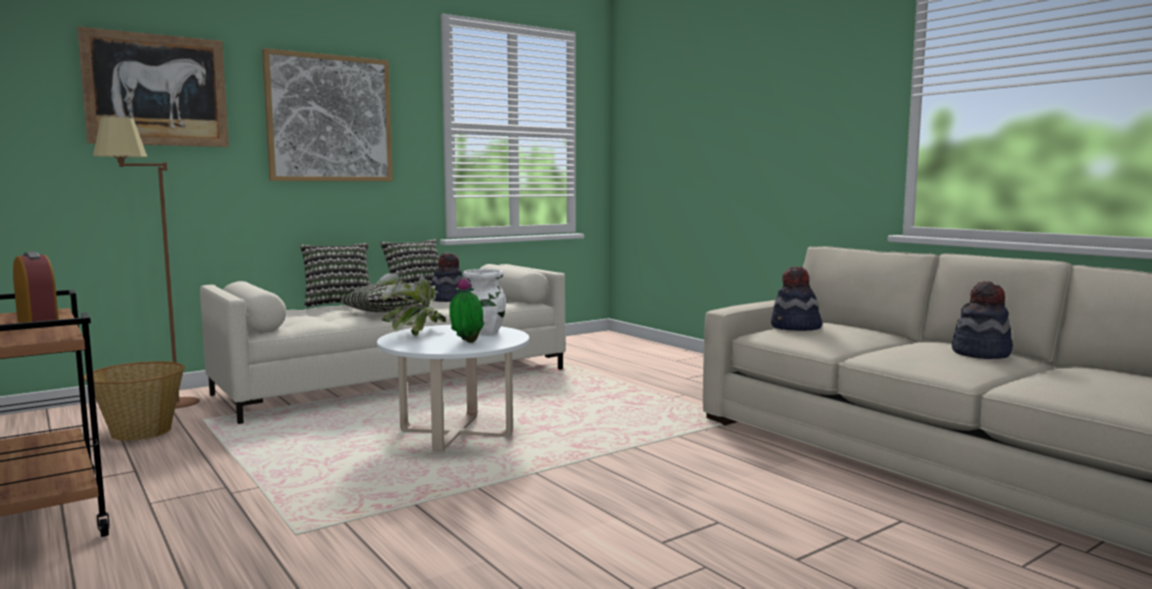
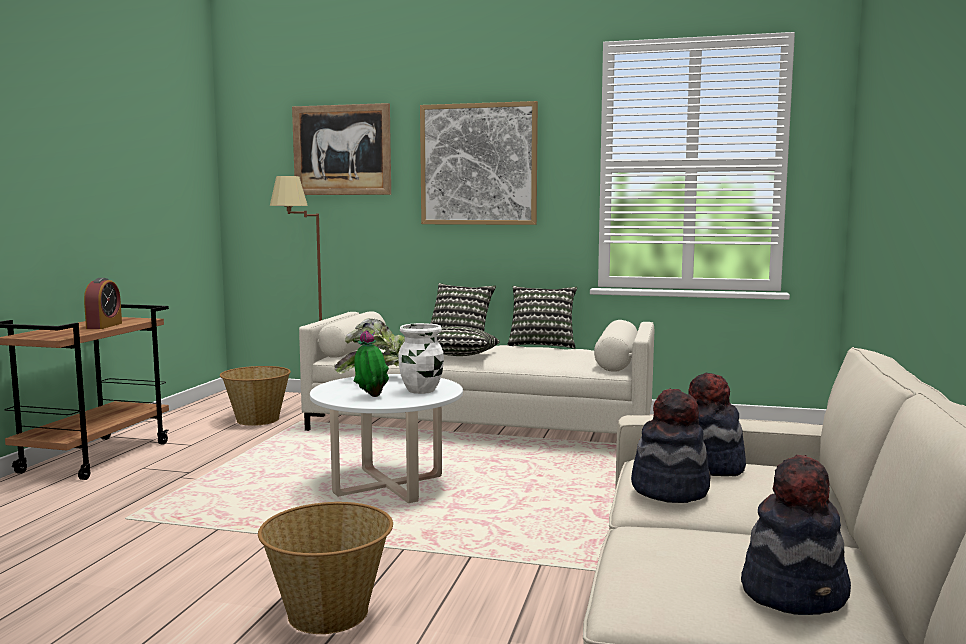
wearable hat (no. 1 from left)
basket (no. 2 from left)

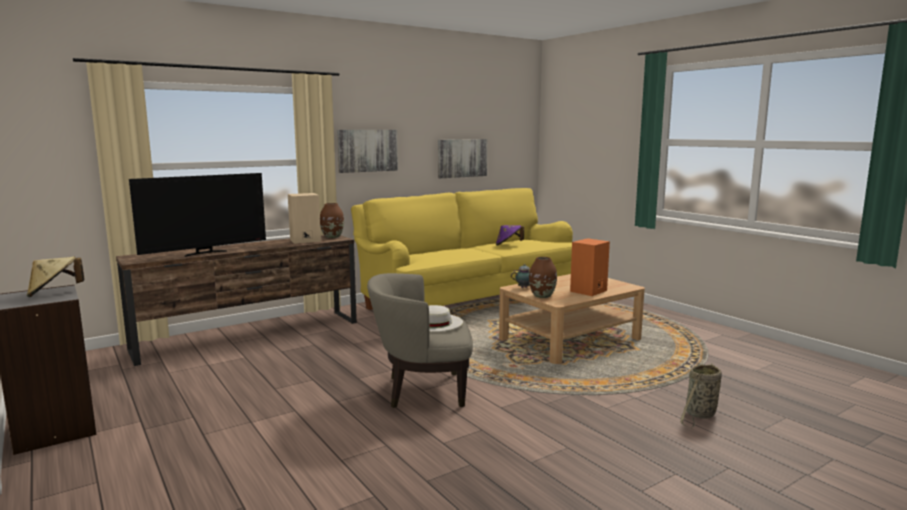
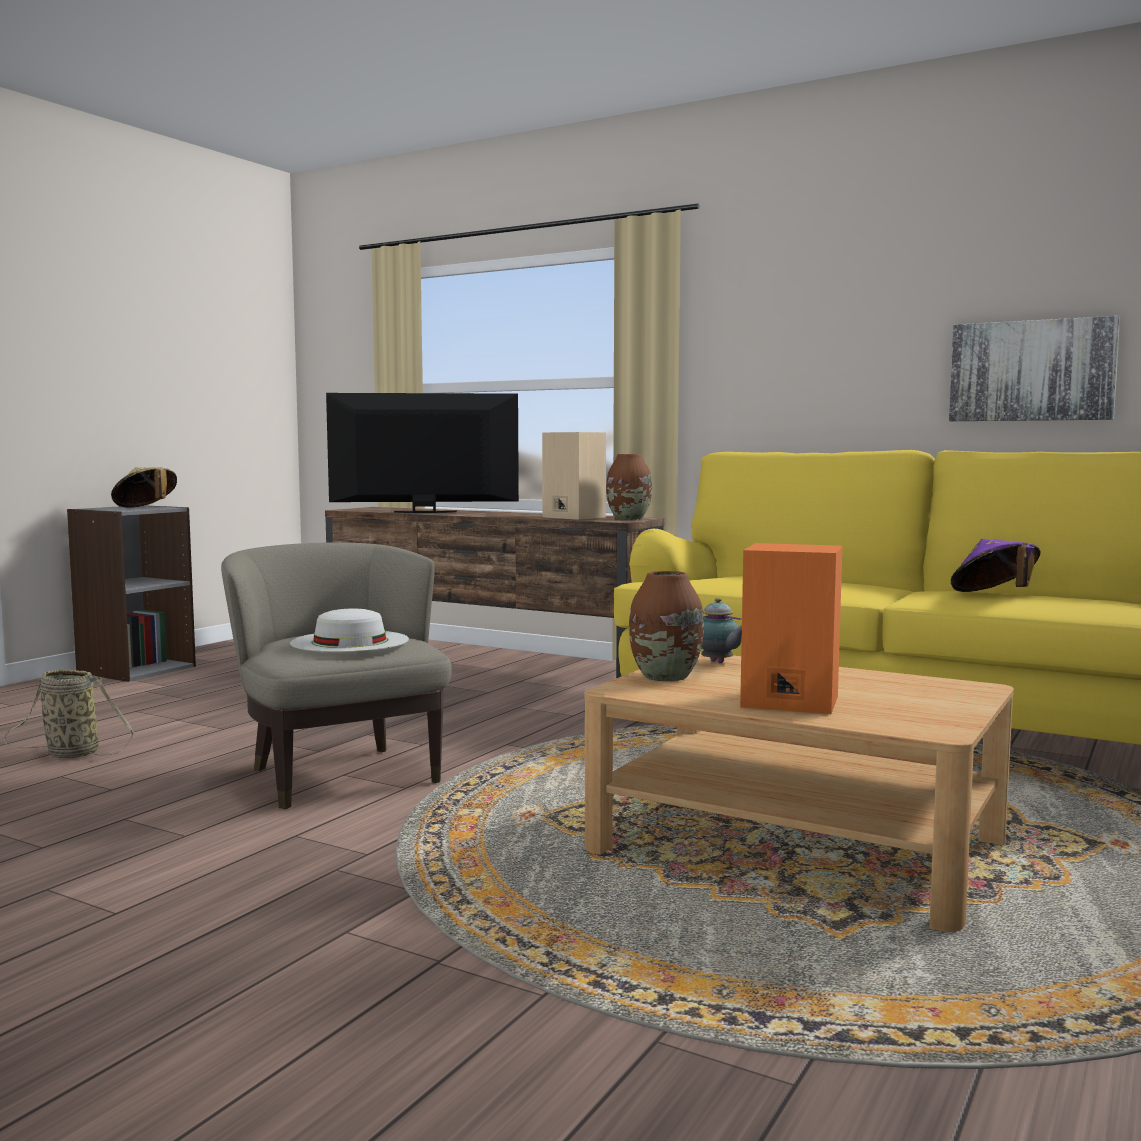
television
wall picture (no. 1 from left in the first image)
basket

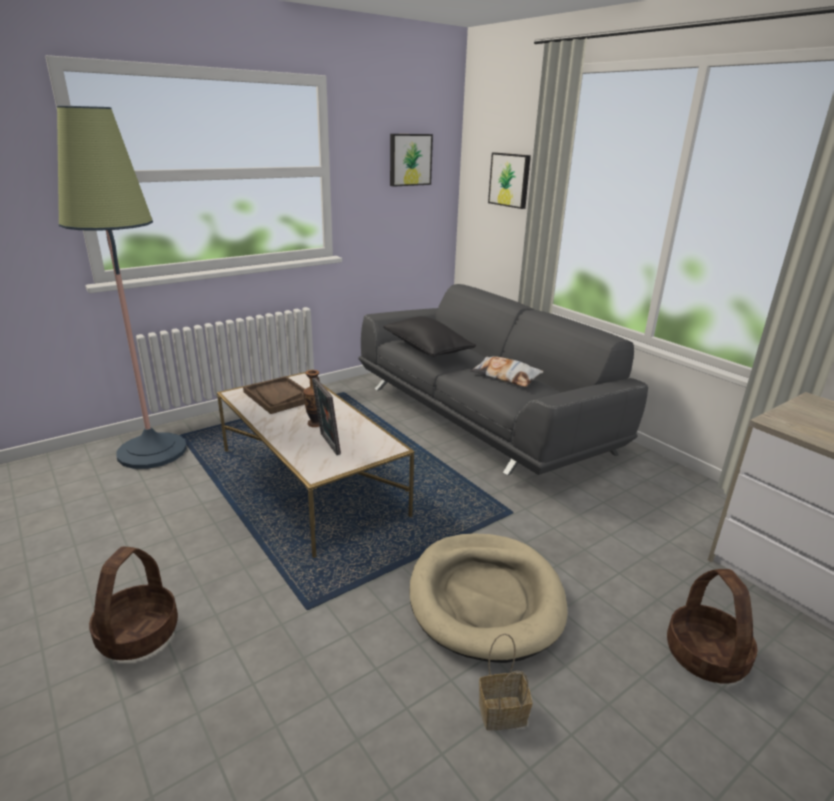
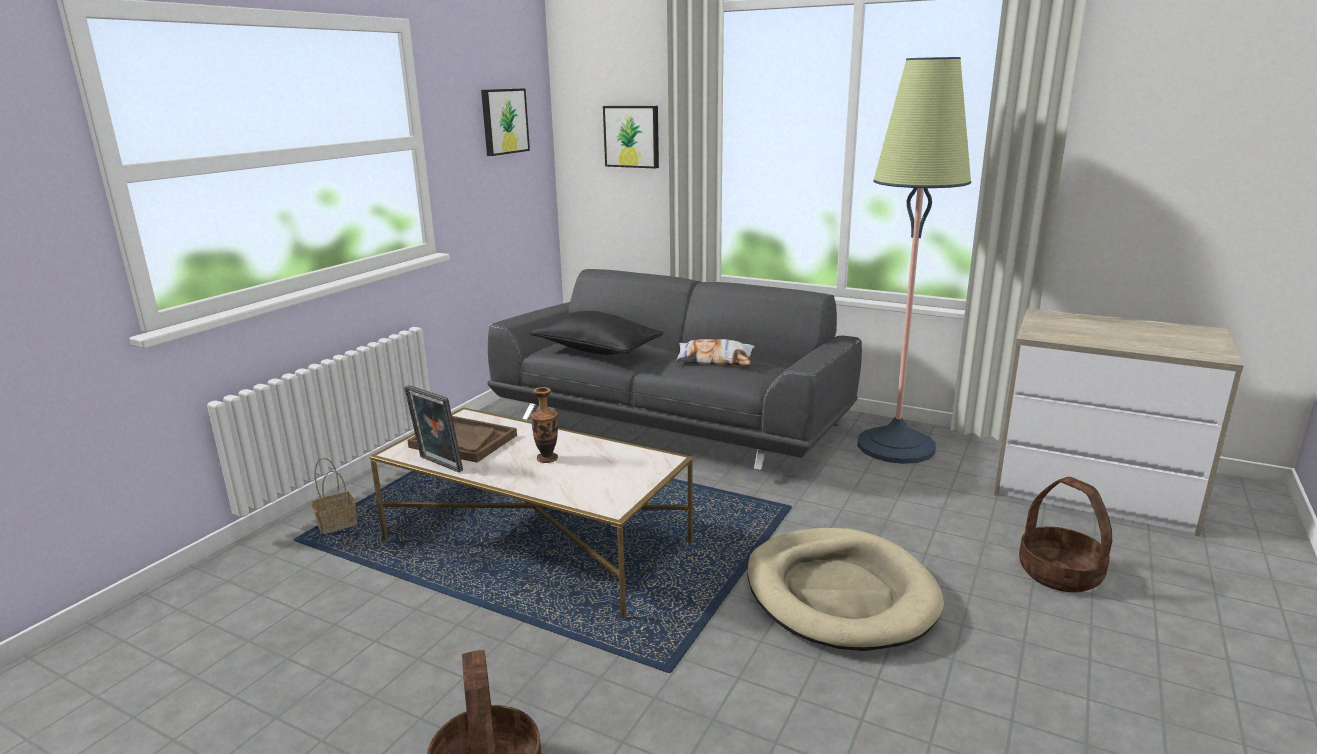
standard lamp
picture frame
basket (no. 1 from left)

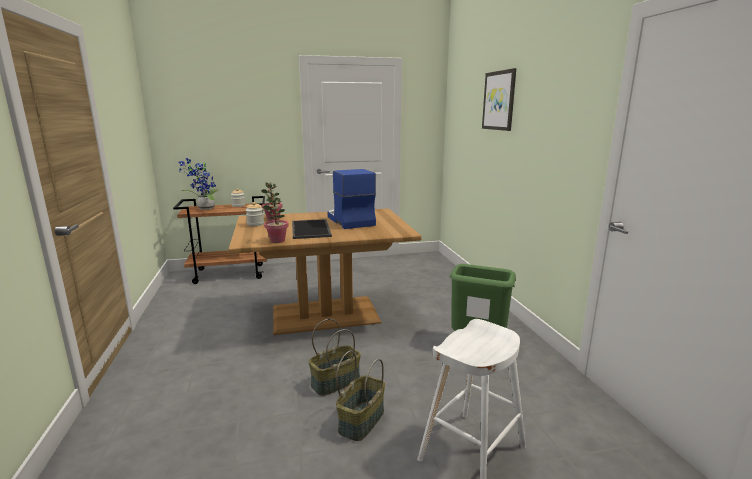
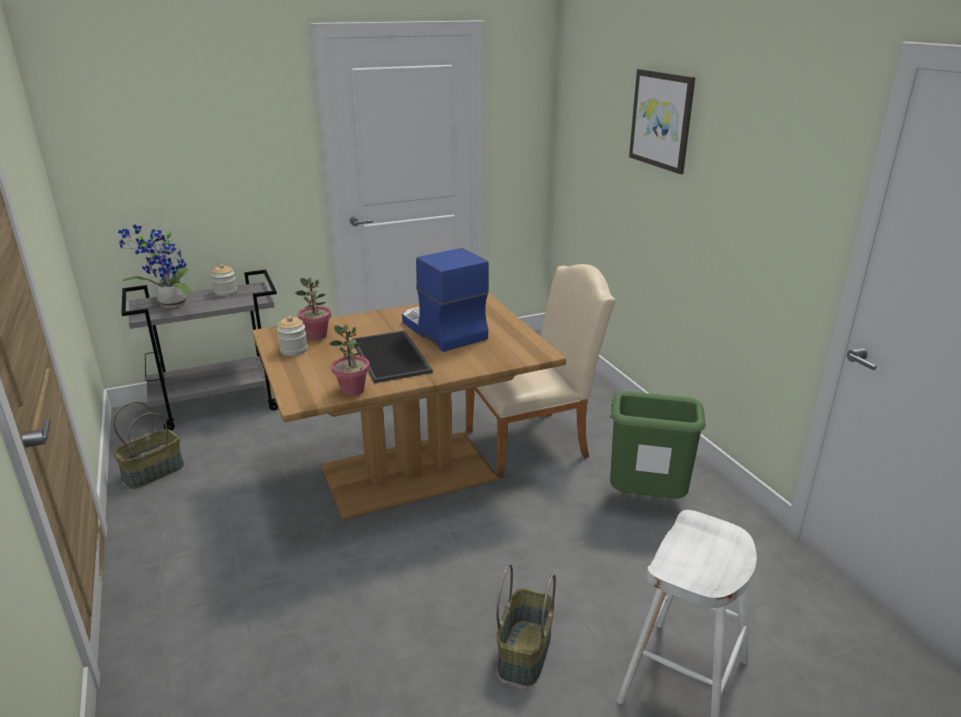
greyish cart
basket (no. 1 from left)
beige-coloured upright chair

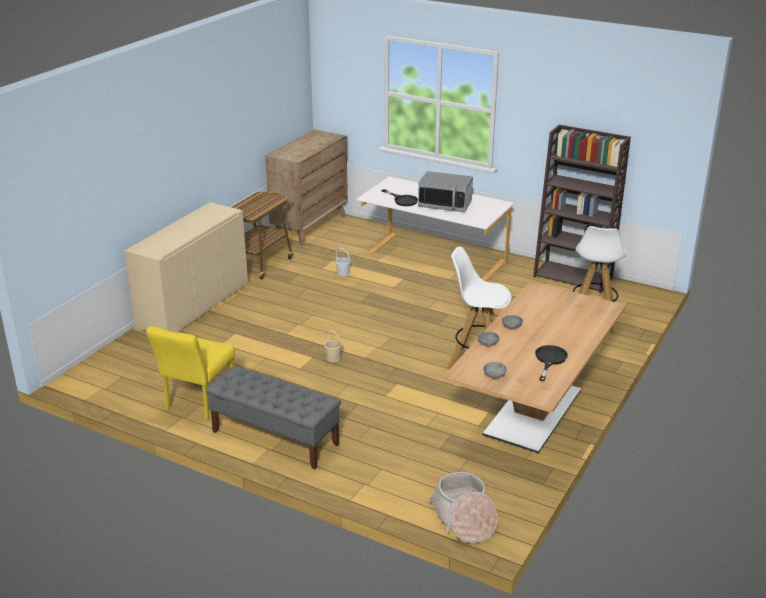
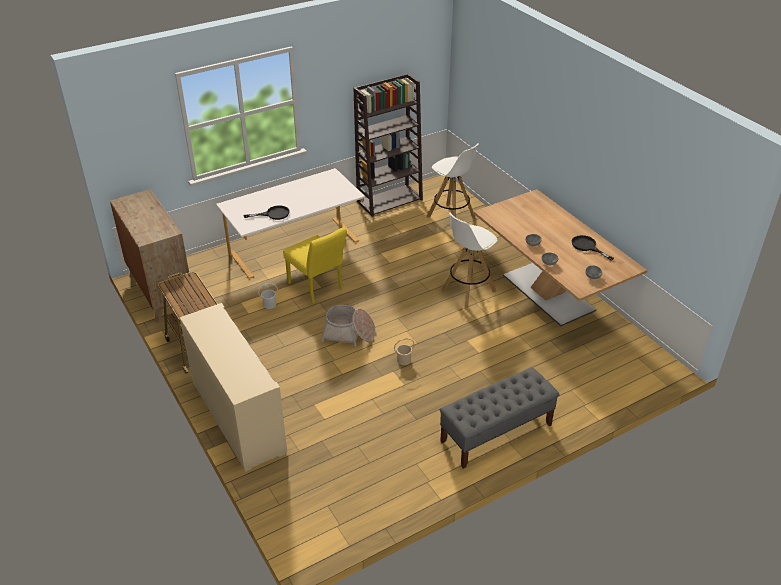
yellow-coloured upright chair
kitchen microwave
basket

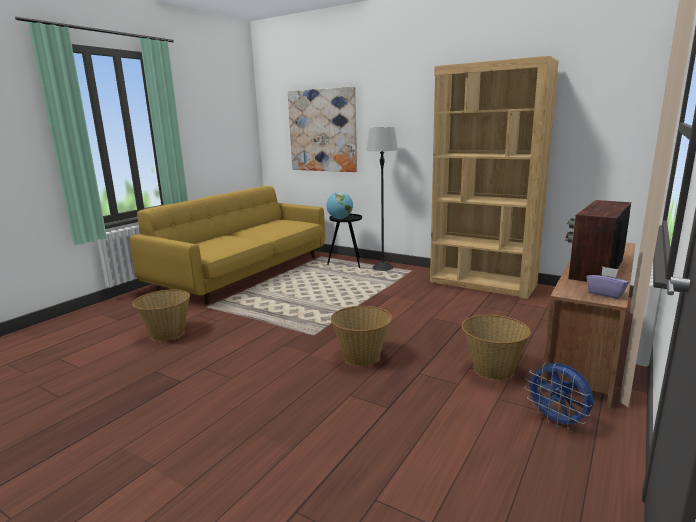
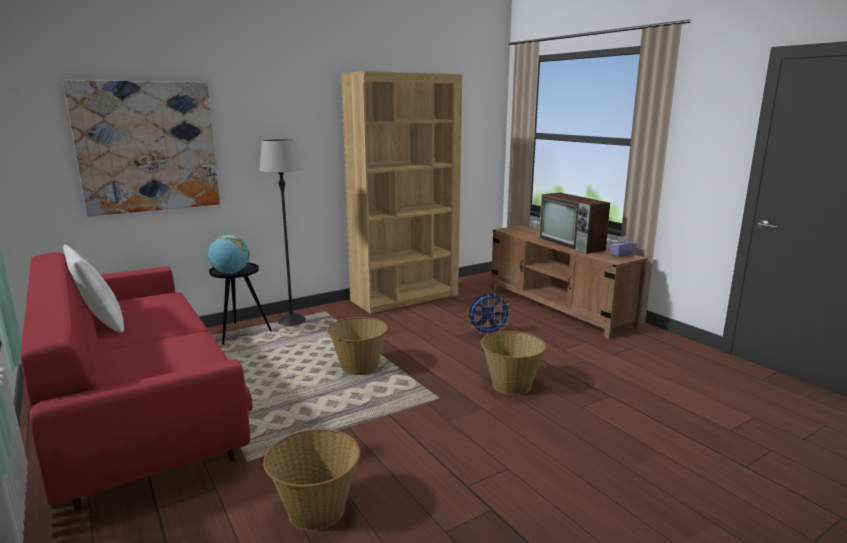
red sofa
basket (no. 2 from left)
blue-coloured electric fan
whitish pillow

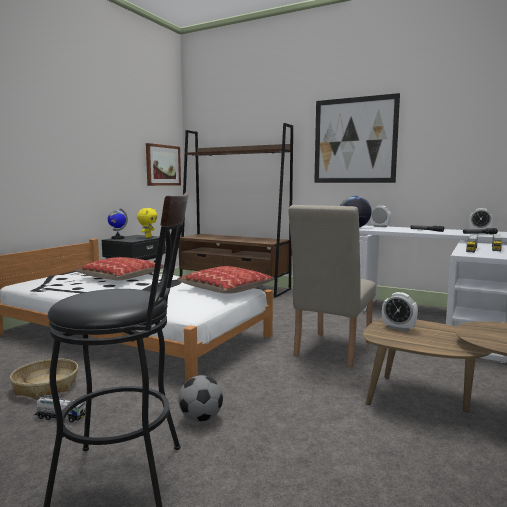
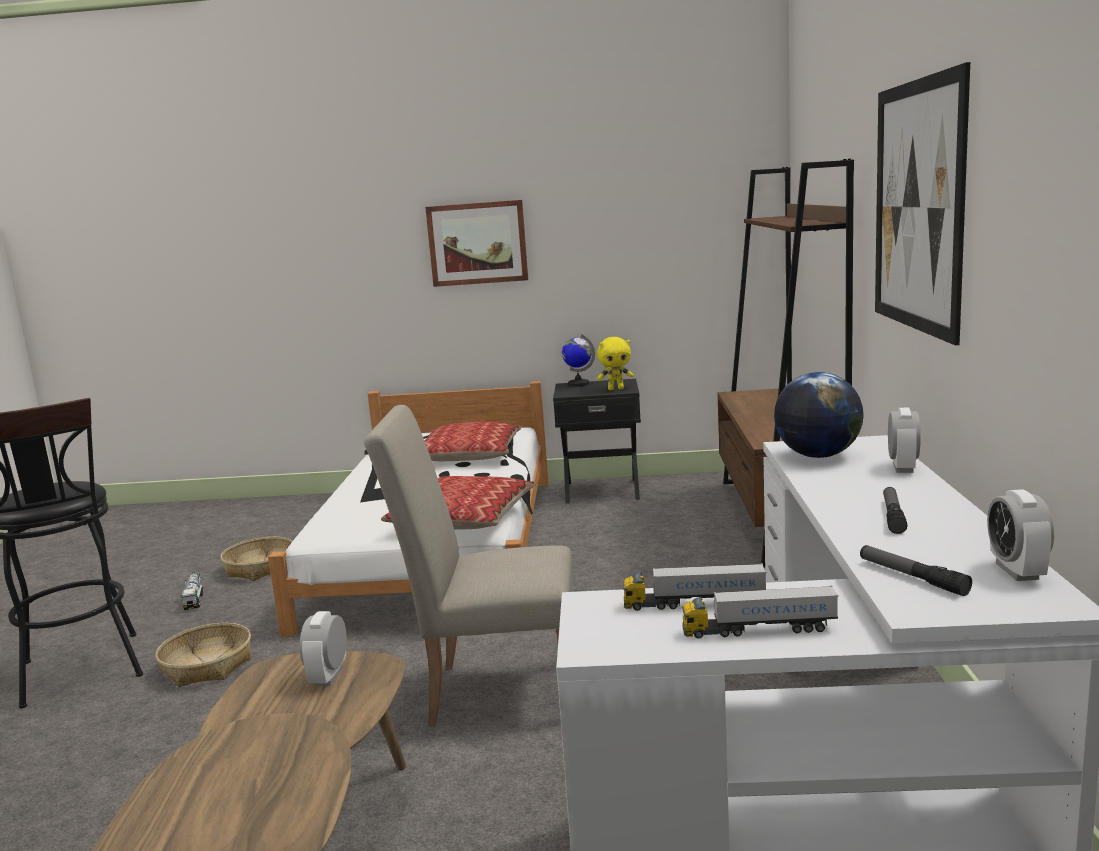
wall picture (no. 1 from left)
basket (no. 1 from left)

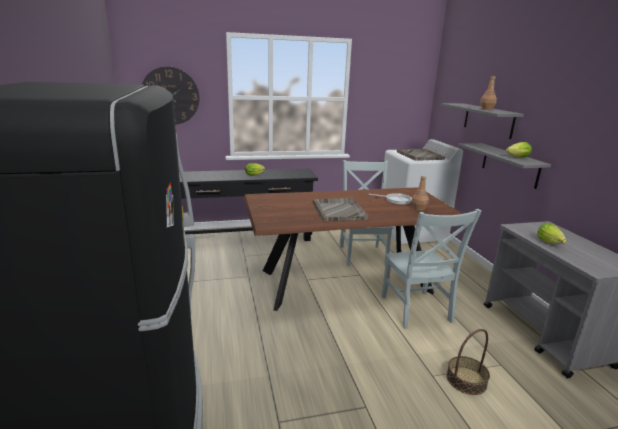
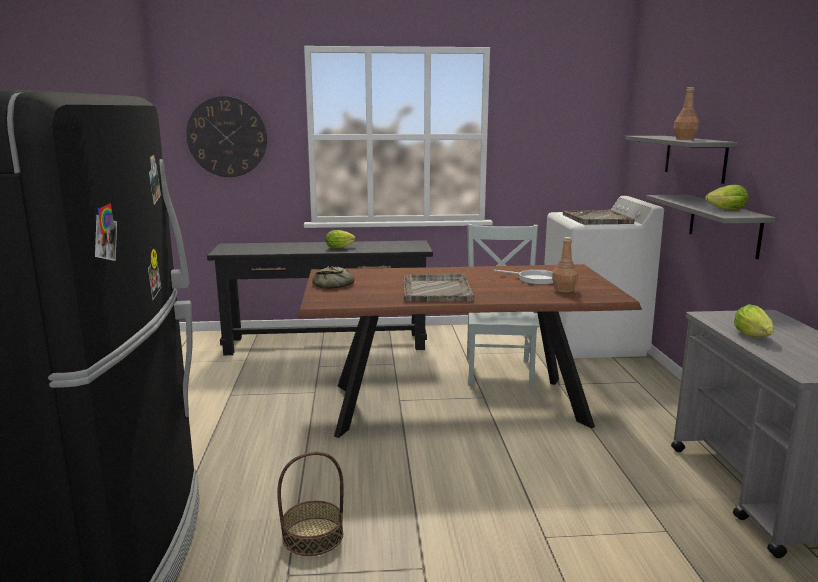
greyish upright chair (no. 2 from left in the first image)
basket
baked bread

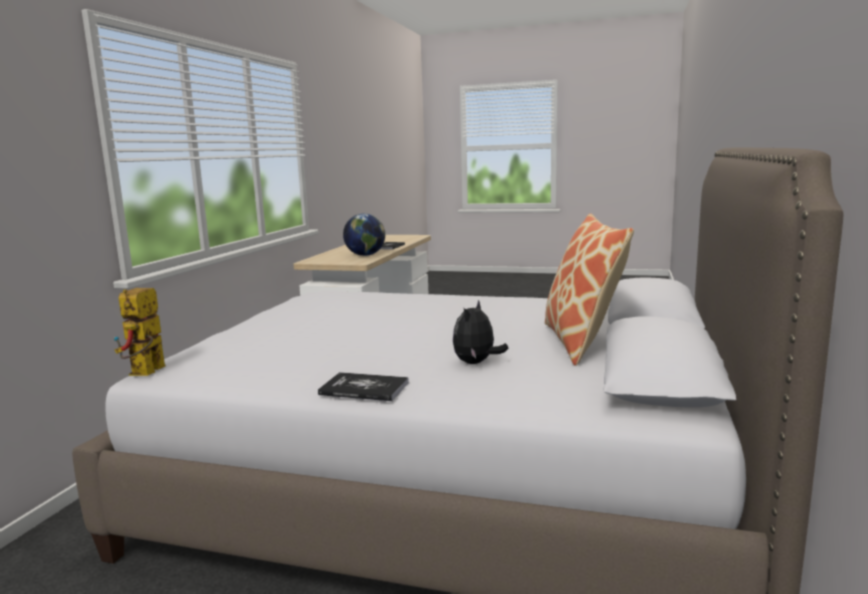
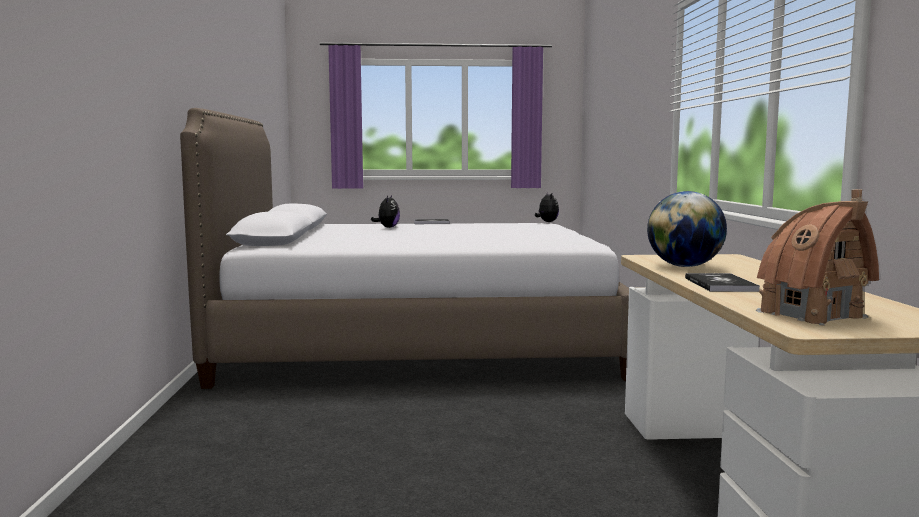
plush toy (no. 2 from left)
pillow
toy house

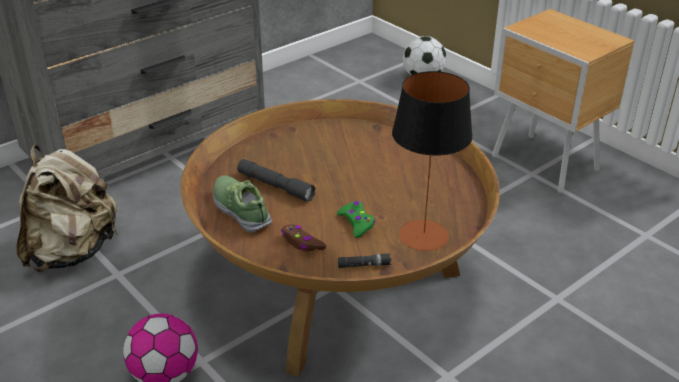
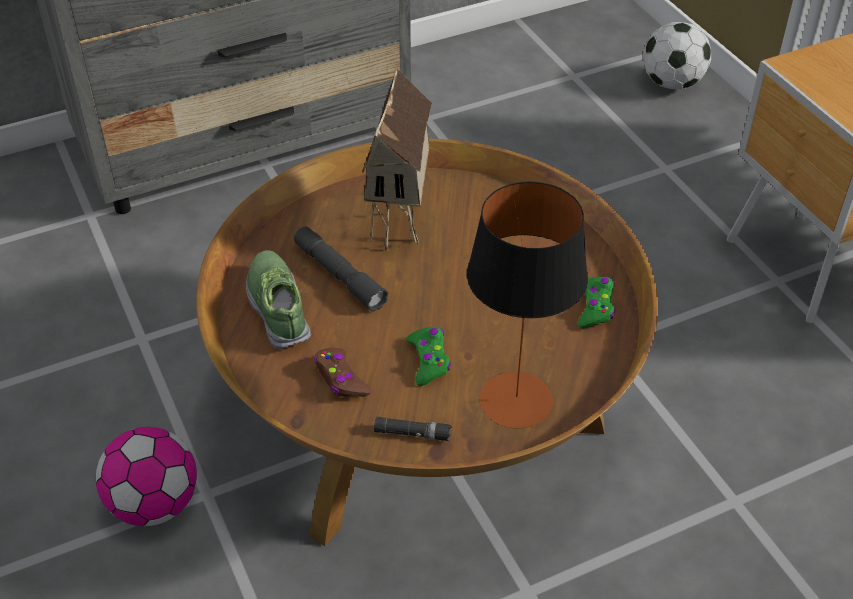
beige-coloured rucksack
toy house
green-coloured gamepad (no. 2 from left)

